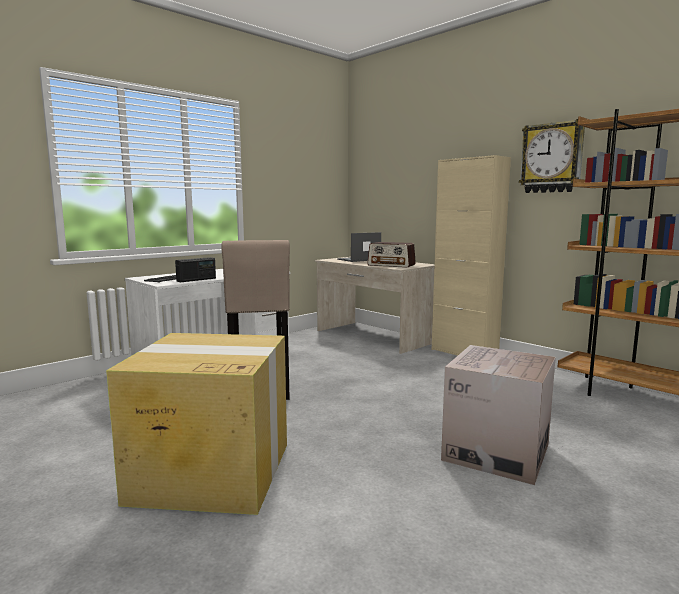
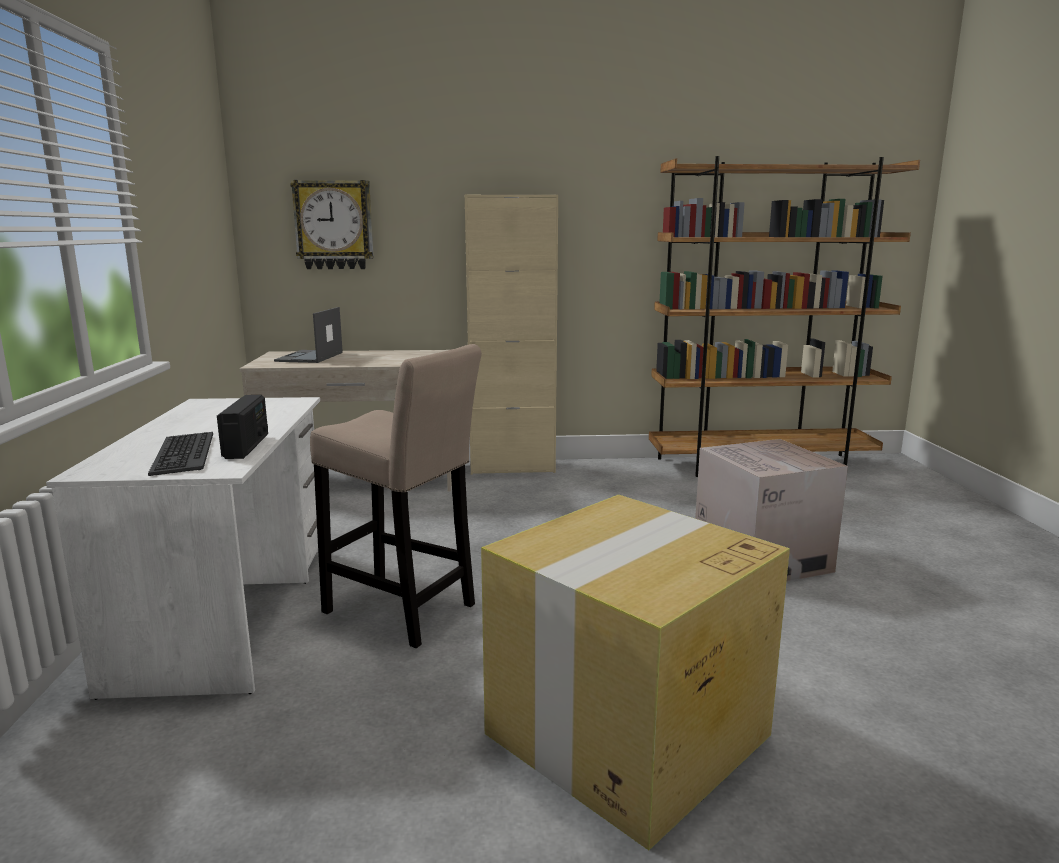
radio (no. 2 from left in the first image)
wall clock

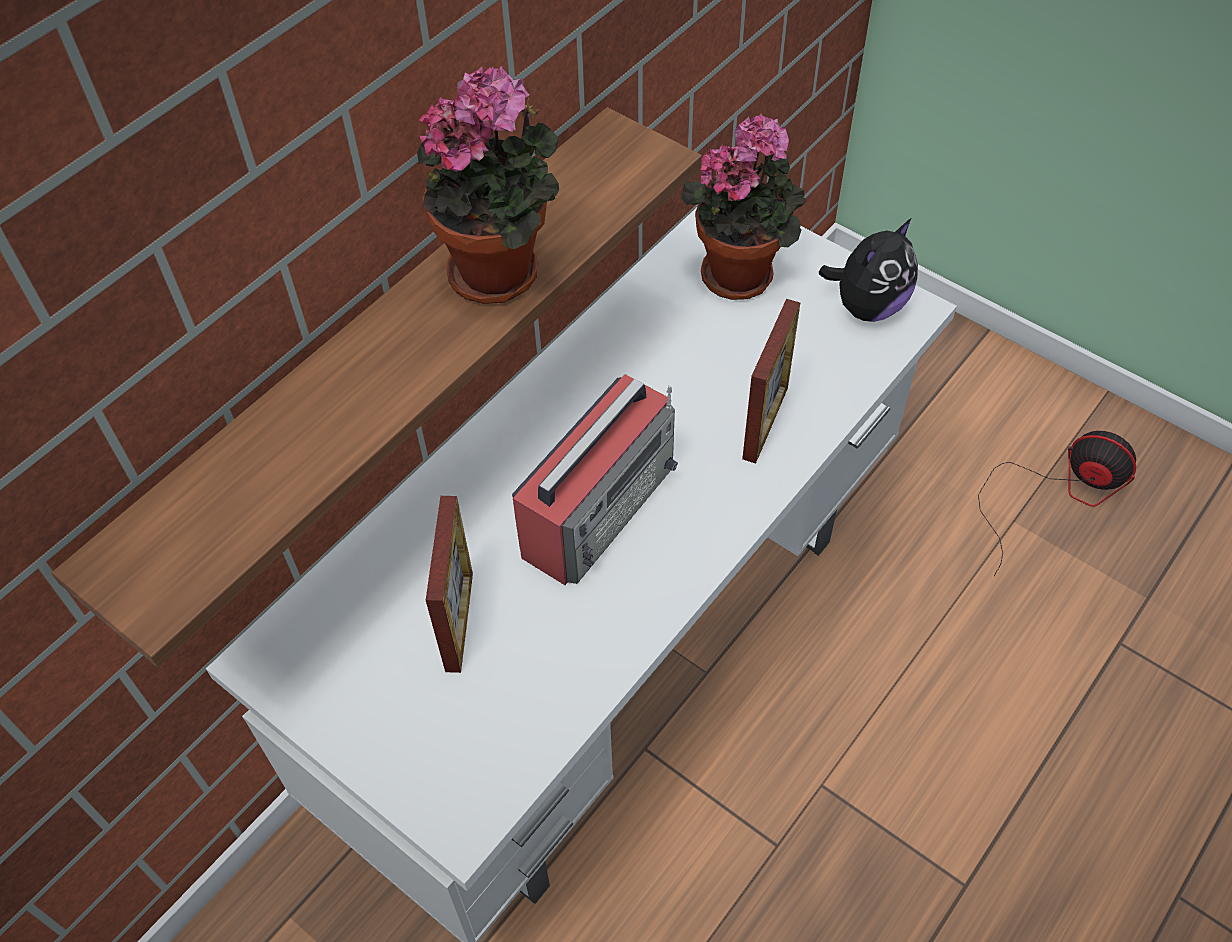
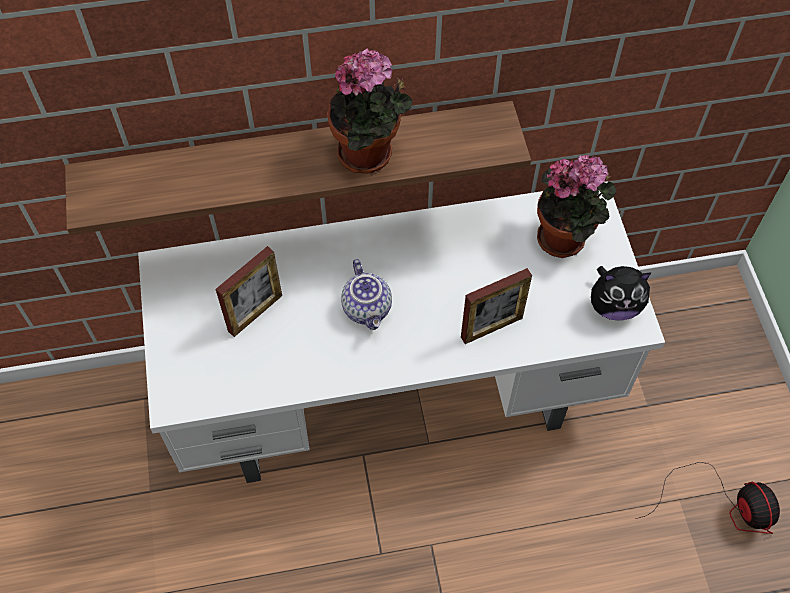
tea pot

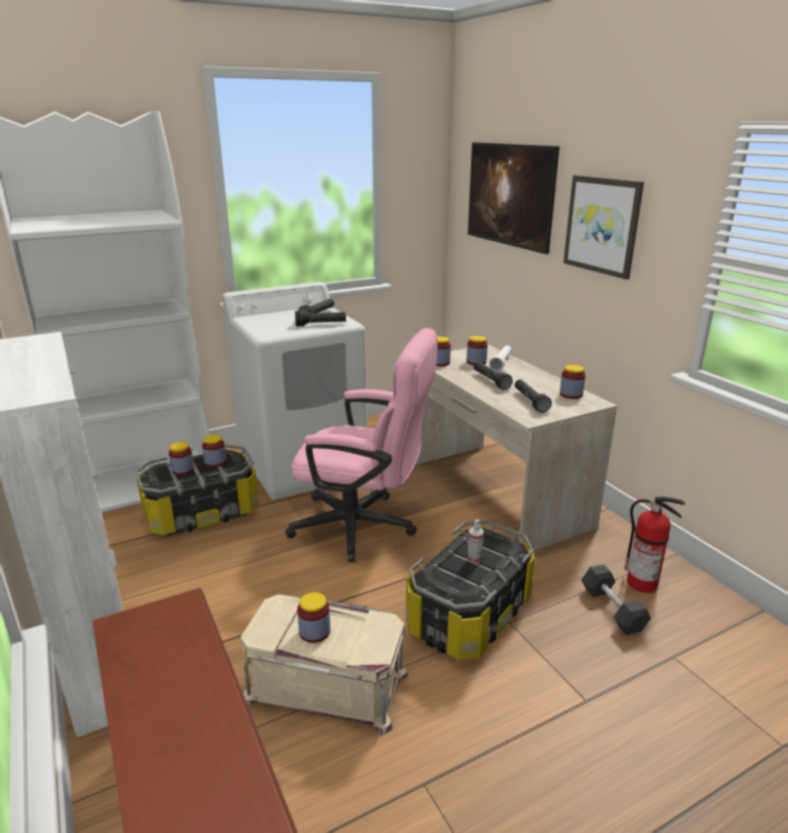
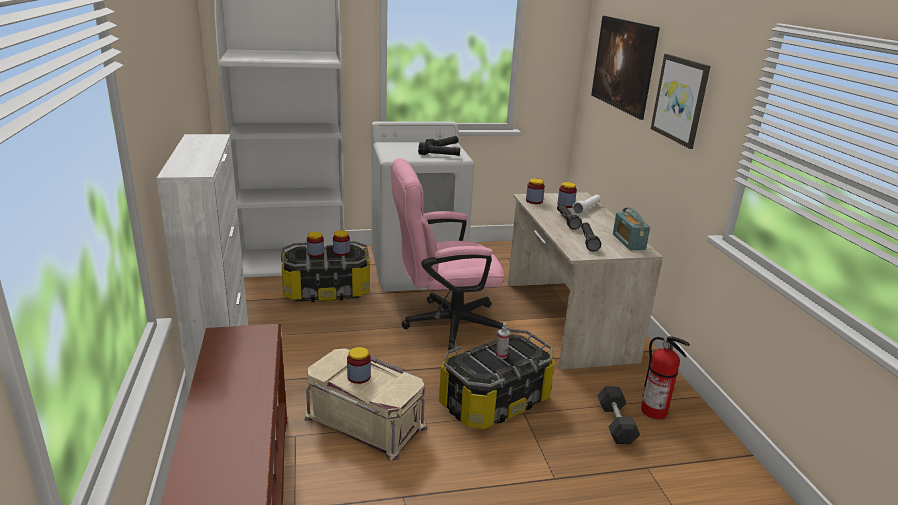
pink-coloured desk chair
radio

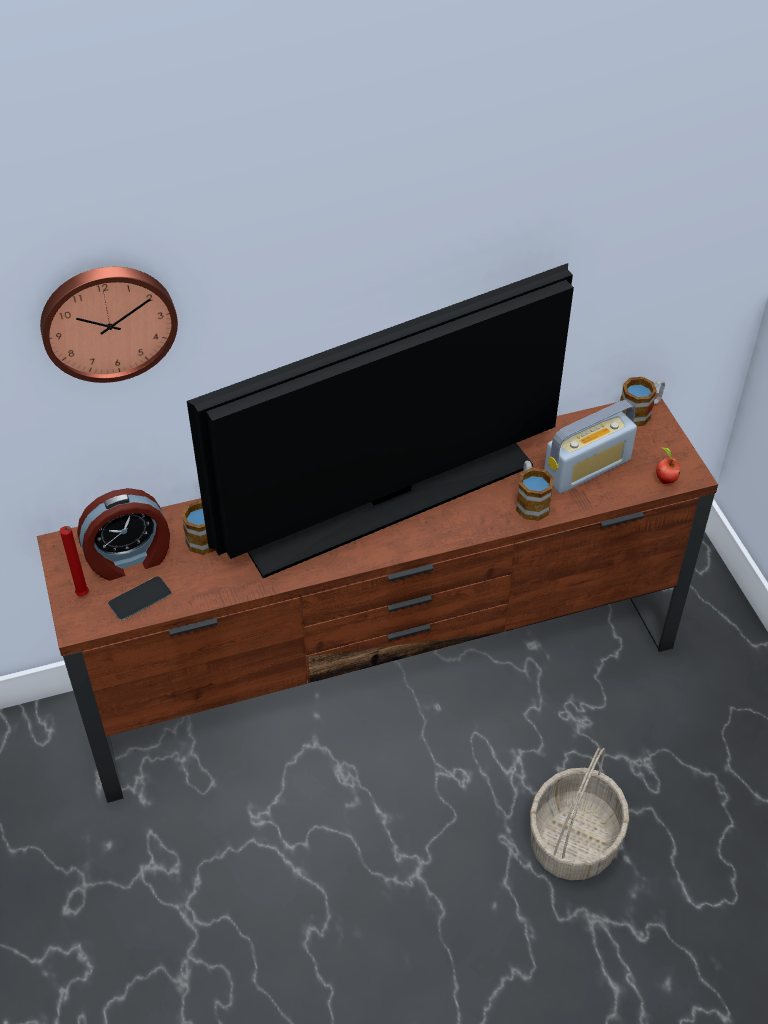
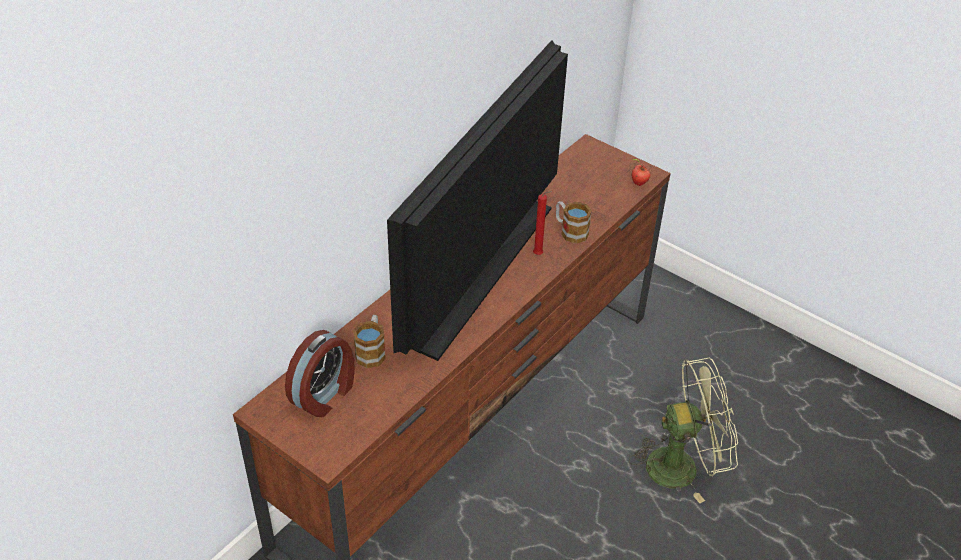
wall clock
red candle
phone
green-coloured electric fan
radio
tea mug (no. 3 from left in the first image)

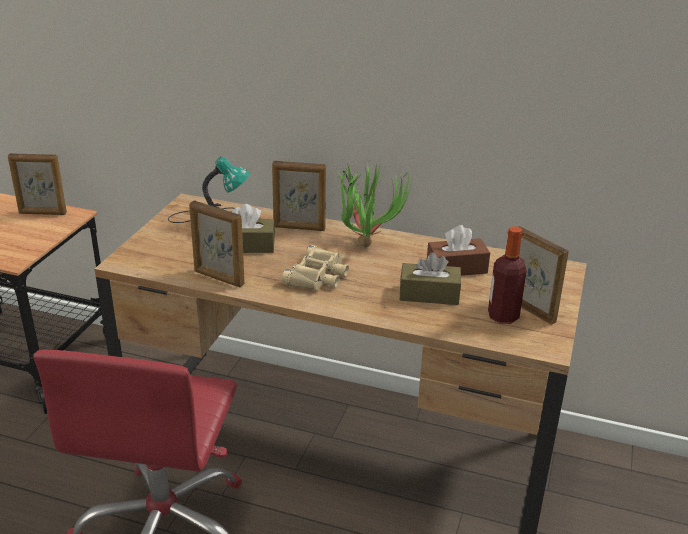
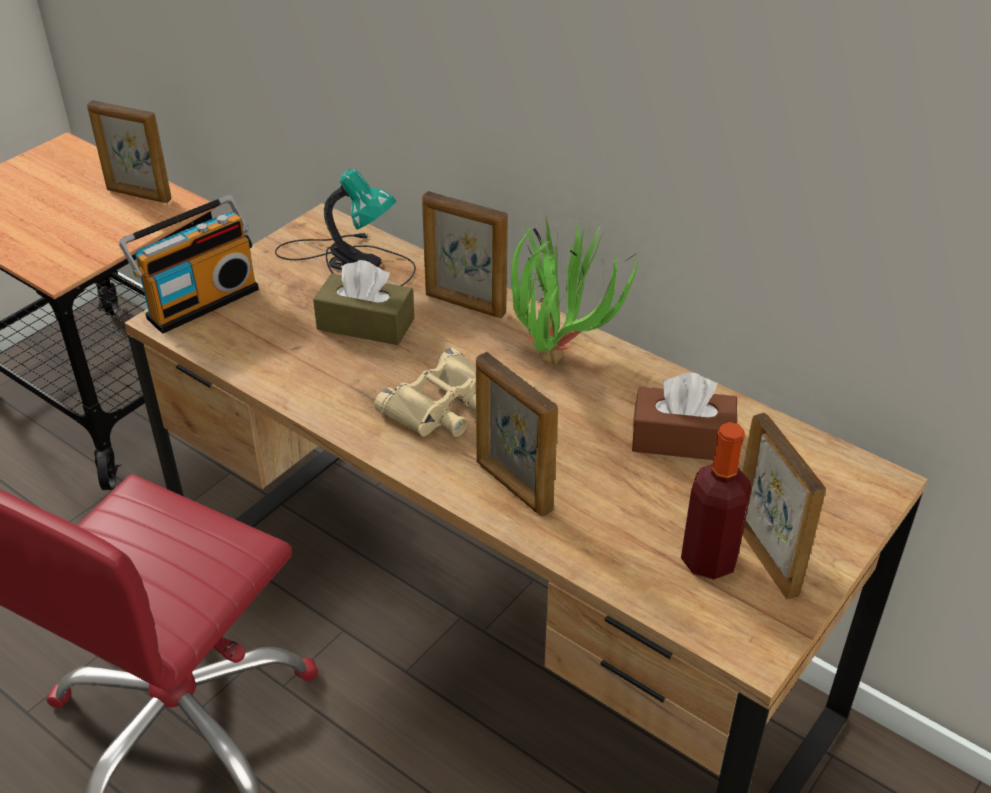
picture frame (no. 3 from left)
brown tissue holder (no. 2 from left in the first image)
radio

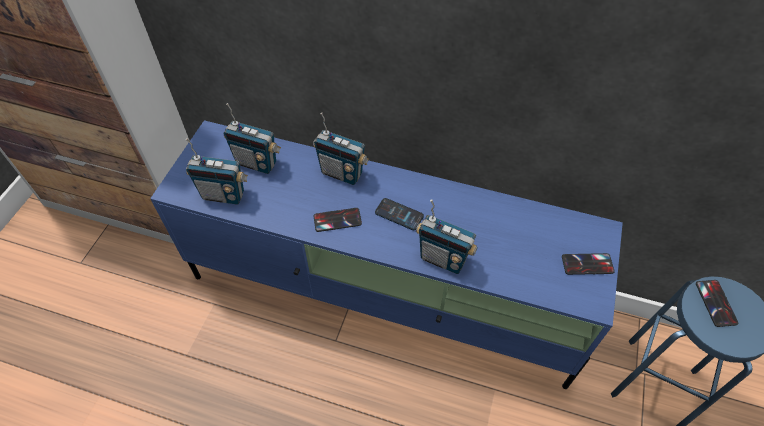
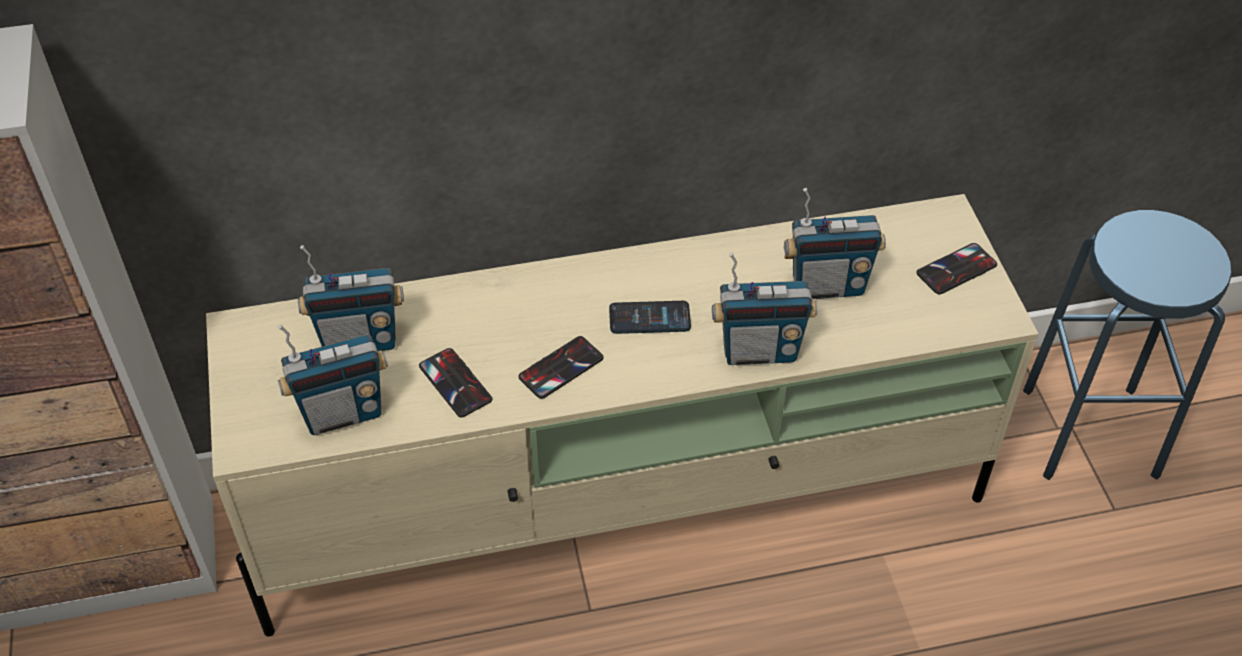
beige-coloured media console
radio (no. 4 from left)
phone (no. 1 from left)

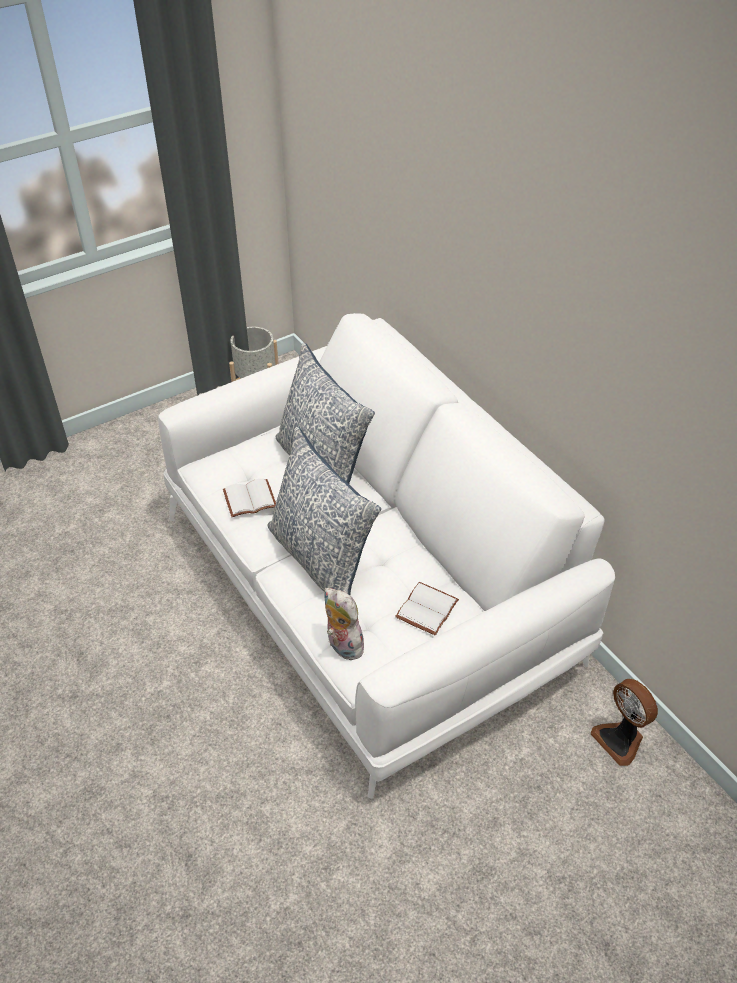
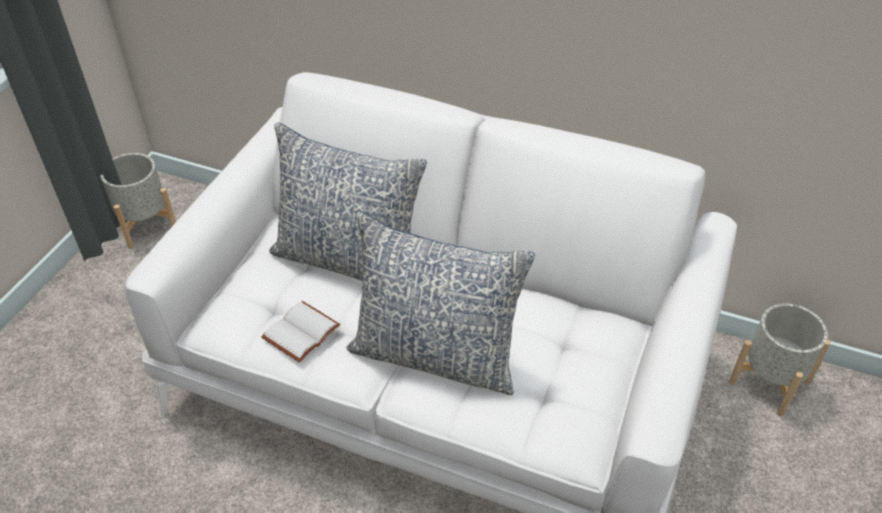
plush toy
whitish book (no. 2 from left in the first image)
greyish planter (no. 2 from left)

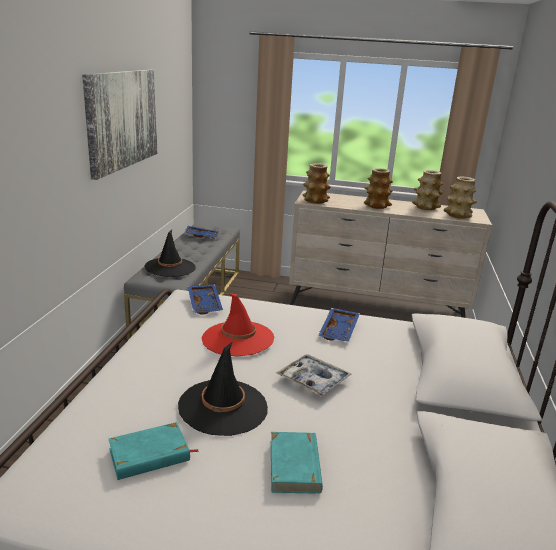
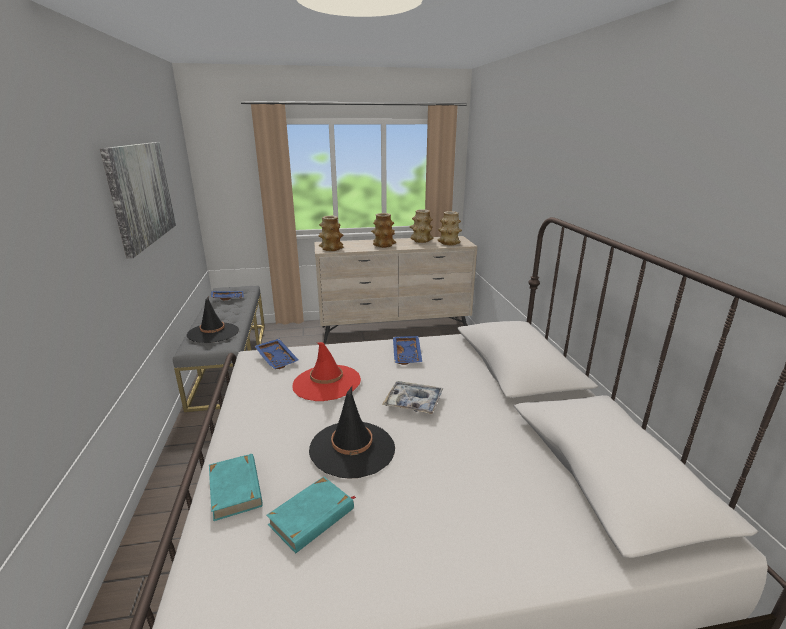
blue-green book (no. 1 from left)

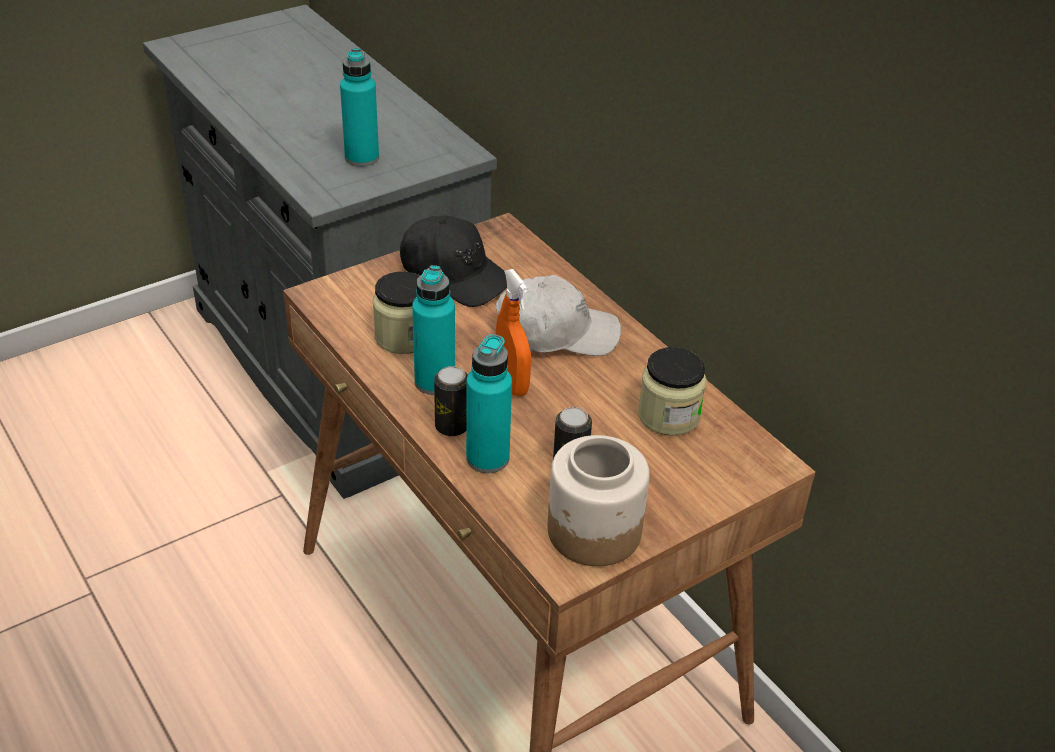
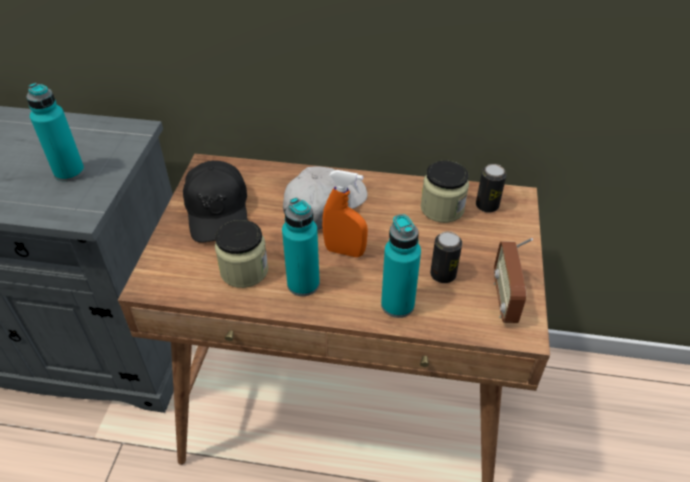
blackish baseball cap
metal can (no. 2 from left)
radio

